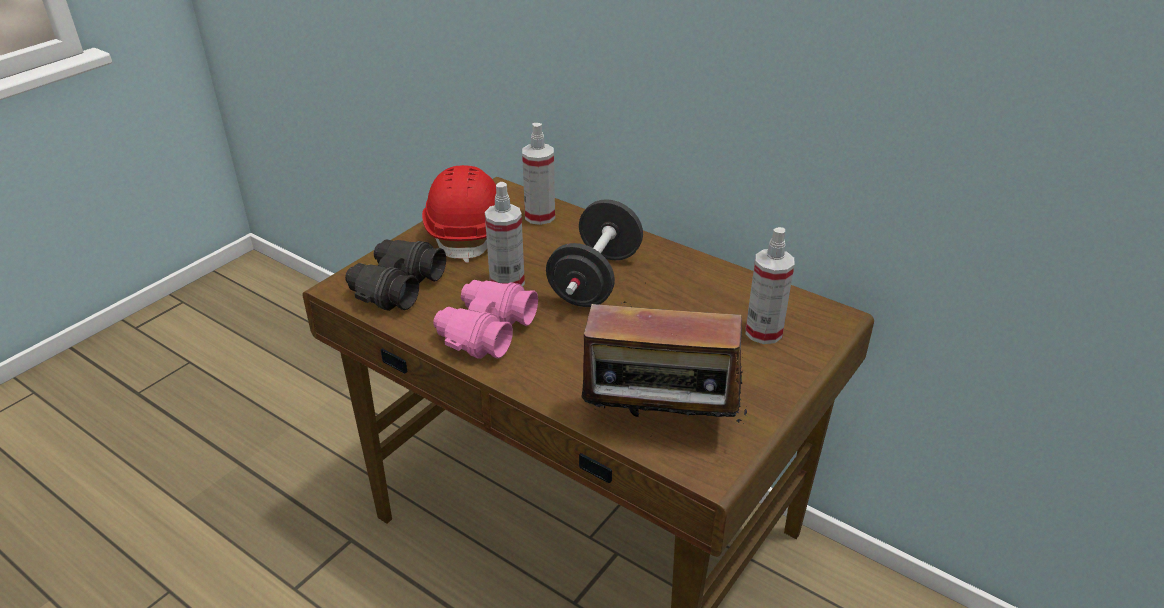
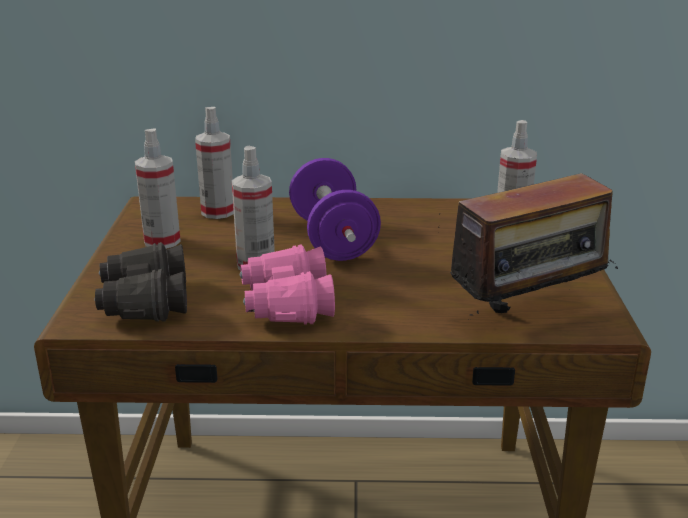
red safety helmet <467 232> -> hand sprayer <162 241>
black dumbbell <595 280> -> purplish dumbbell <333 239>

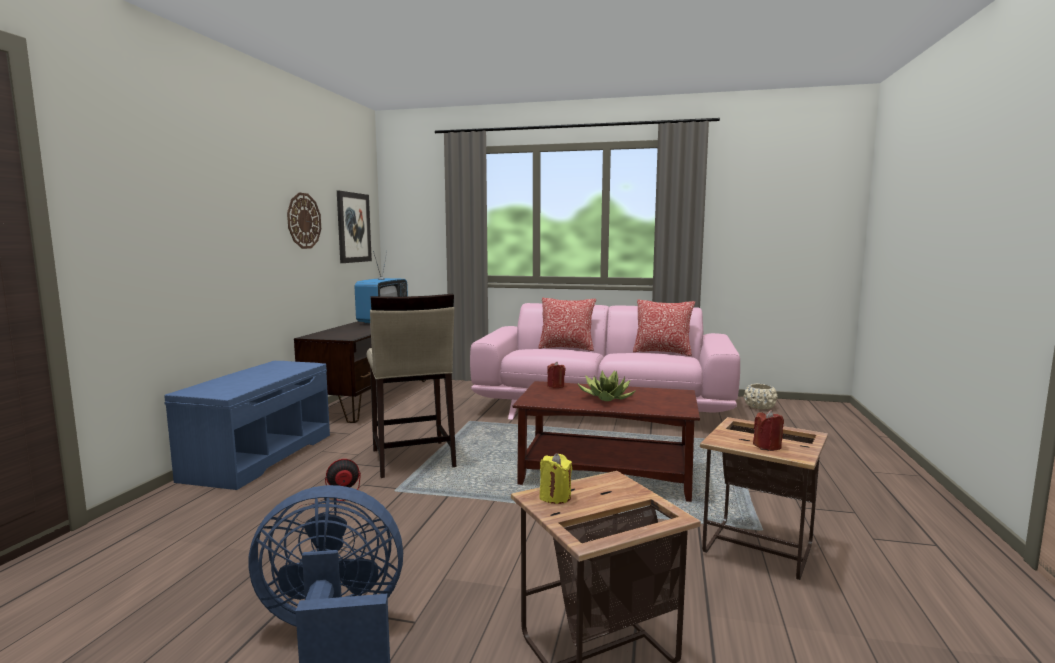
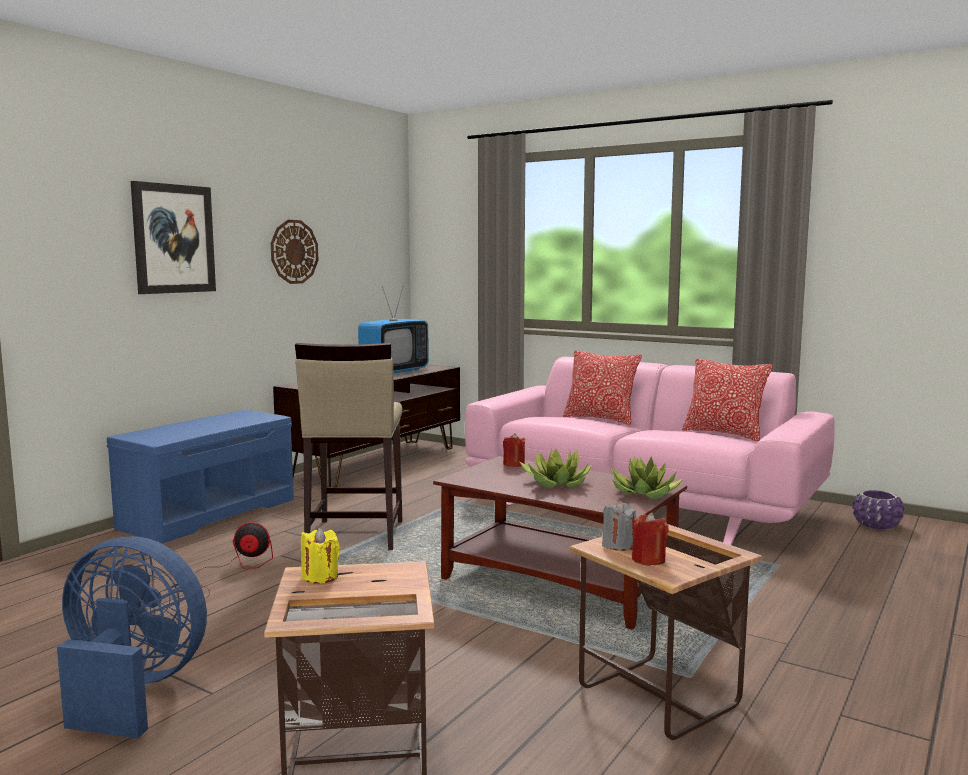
wall art <353 227> -> wall art <173 239>, moved
beige planter <759 407> -> purplish planter <876 525>
none -> houseplant <644 494>
none -> greyish candle <618 545>

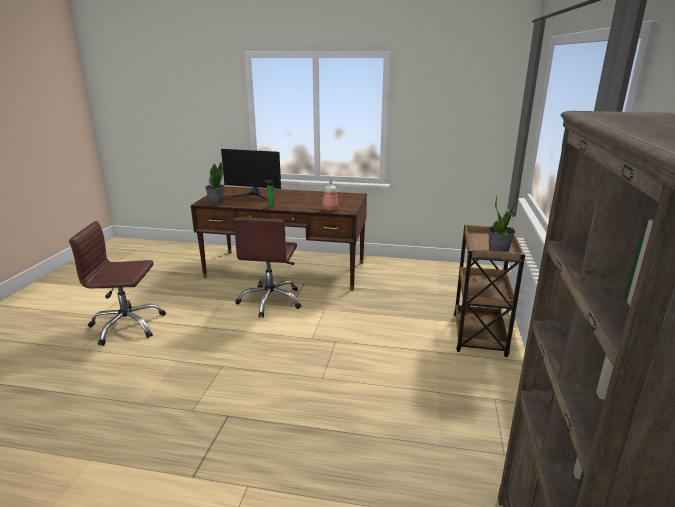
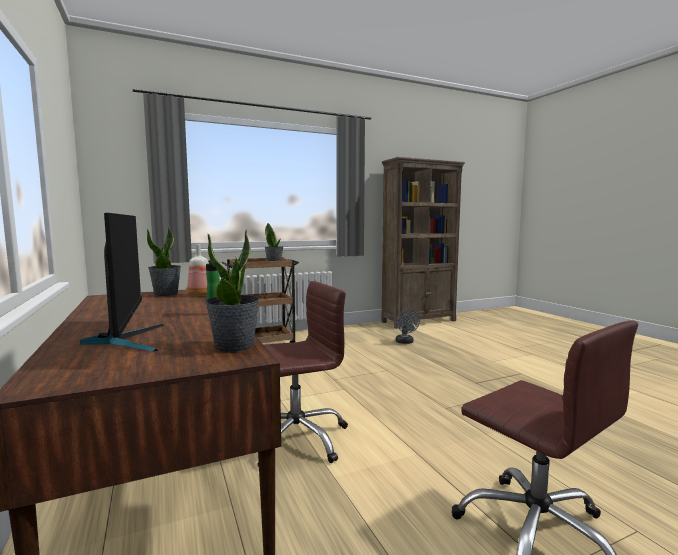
none -> houseplant <166 294>
none -> greyish fan <405 342>

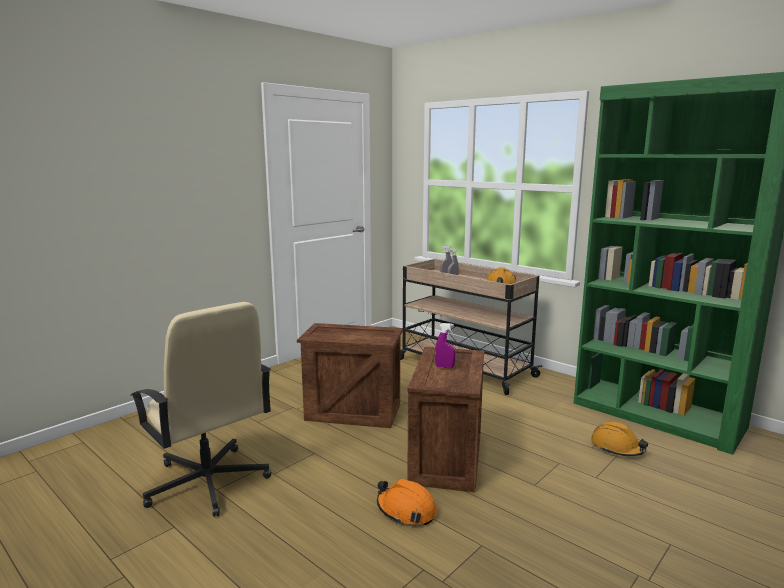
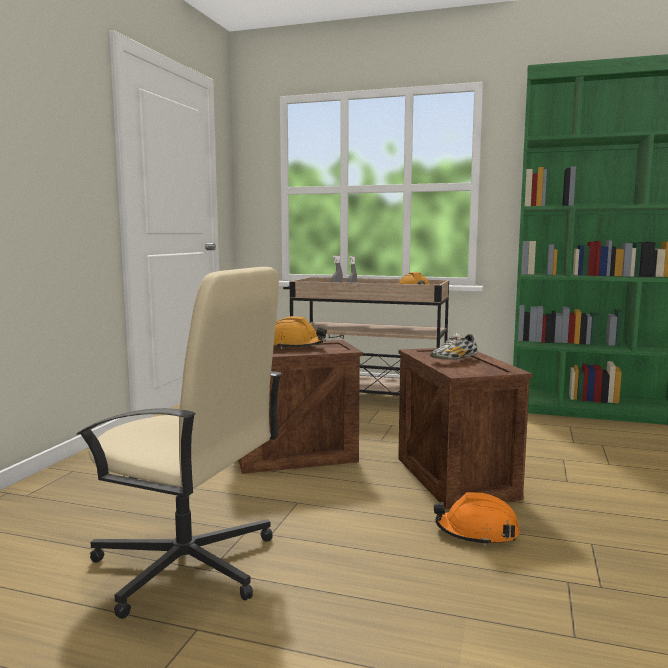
purplish hand sprayer <444 367> -> low shoe <454 360>
orangey safety helmet <617 448> -> orangey safety helmet <295 347>, moved

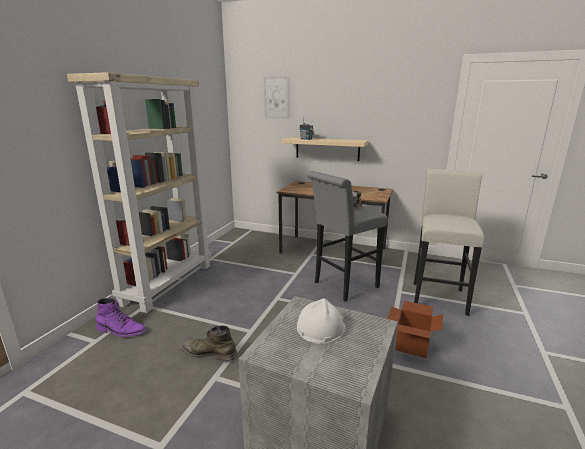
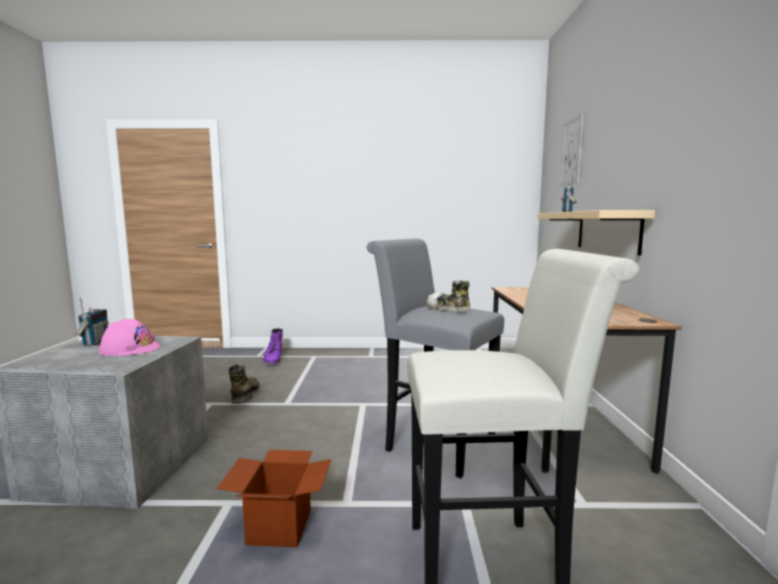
beige bookshelf <168 283> -> none
whitish safety helmet <320 327> -> pinkish safety helmet <130 348>
none -> radio set <95 342>

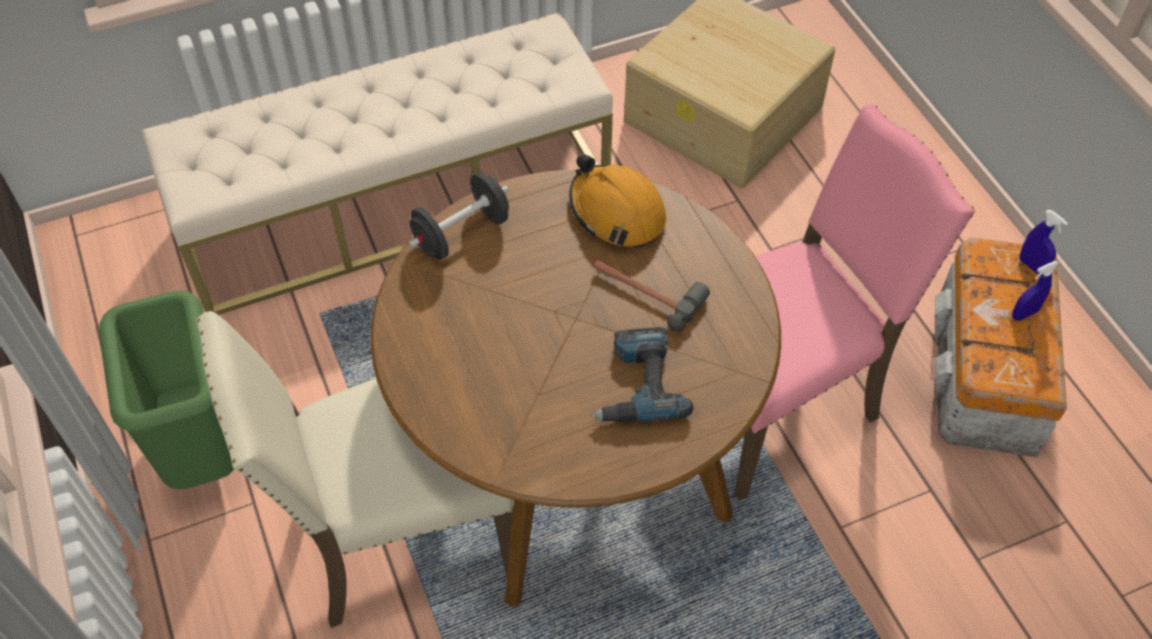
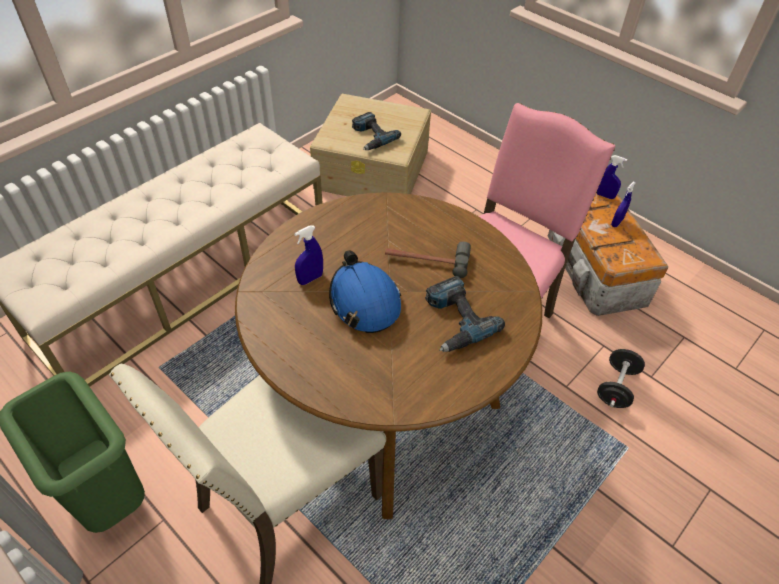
orangey safety helmet <617 212> -> none
black dumbbell <461 234> -> black dumbbell <616 387>, moved
none -> drill <371 136>
none -> blue hand sprayer <310 279>
none -> blue safety helmet <364 301>

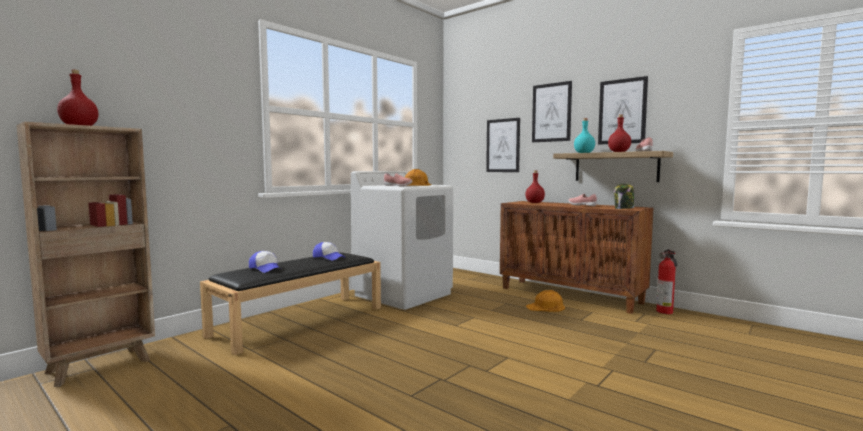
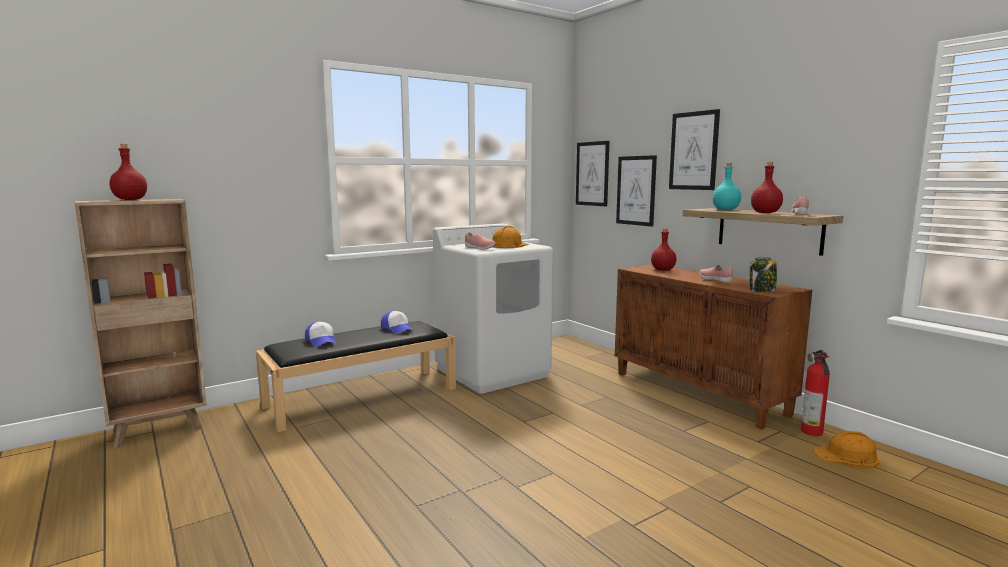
wall art <622 111> -> wall art <592 173>, moved
orangey safety helmet <546 307> -> orangey safety helmet <847 456>, moved

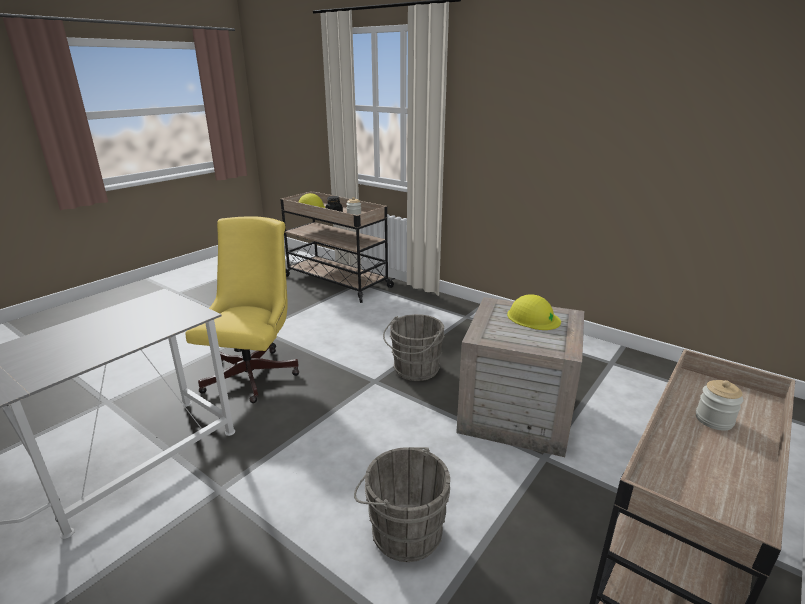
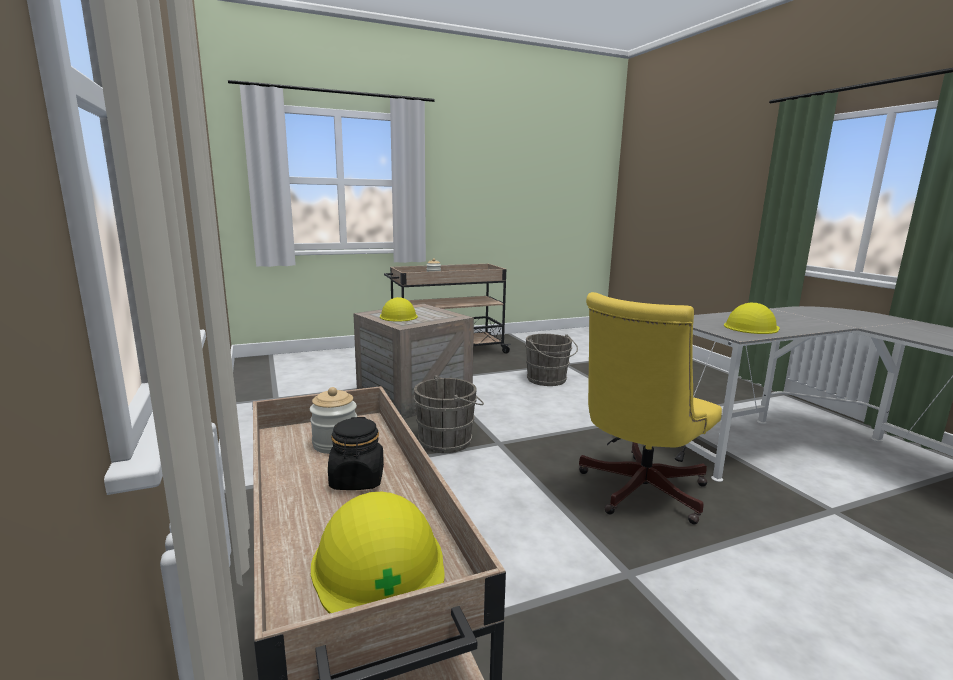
none -> yellowish safety helmet <751 327>

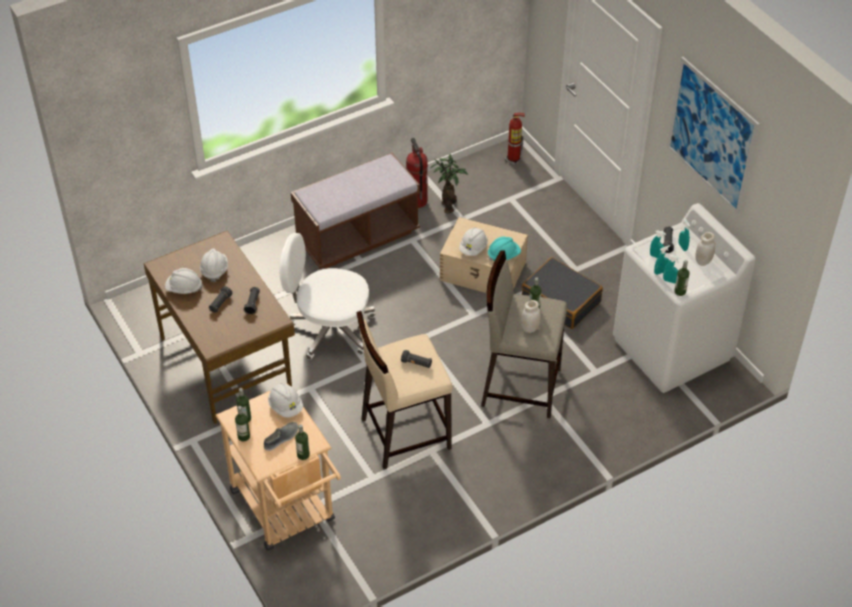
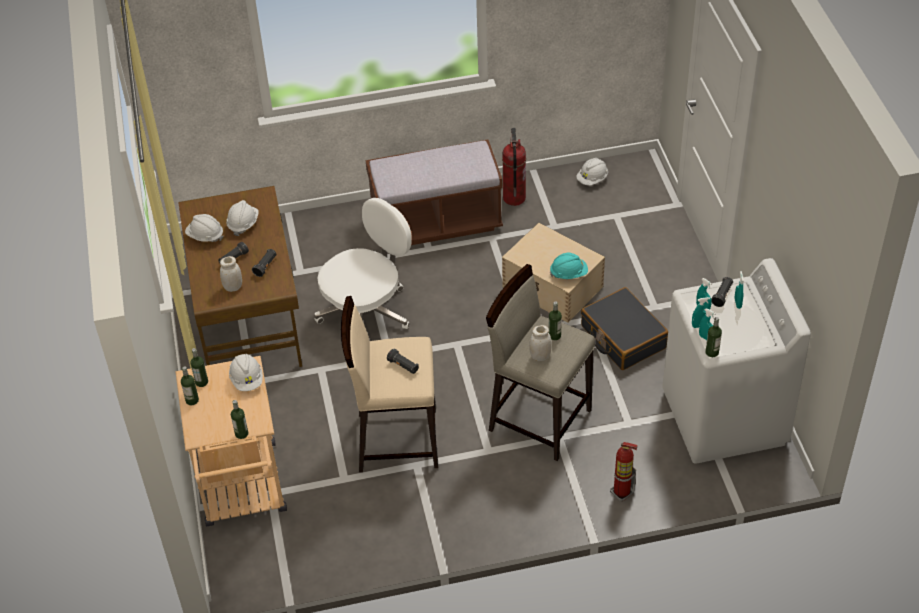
wall art <711 135> -> none
fire extinguisher <513 159> -> fire extinguisher <622 492>, moved
houseplant <448 205> -> none
whitish safety helmet <473 248> -> whitish safety helmet <592 179>, moved
whitish storage jar <703 261> -> whitish storage jar <233 287>, moved
whitish office chair <329 329> -> whitish office chair <367 312>, 105 degrees clockwise
greyish low shoe <281 438> -> none

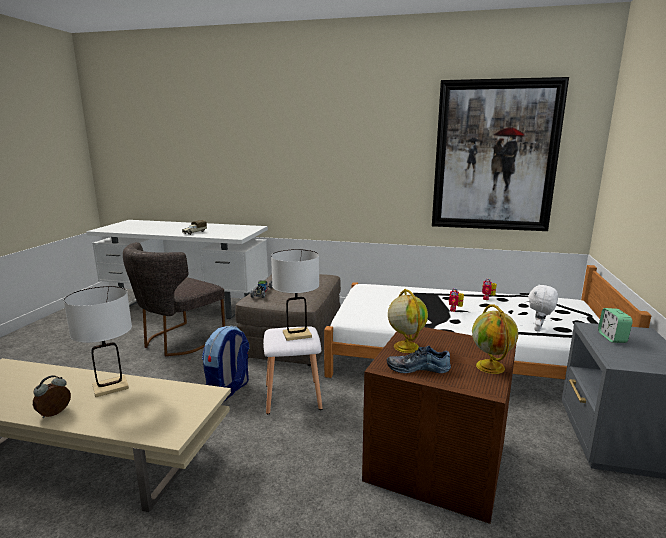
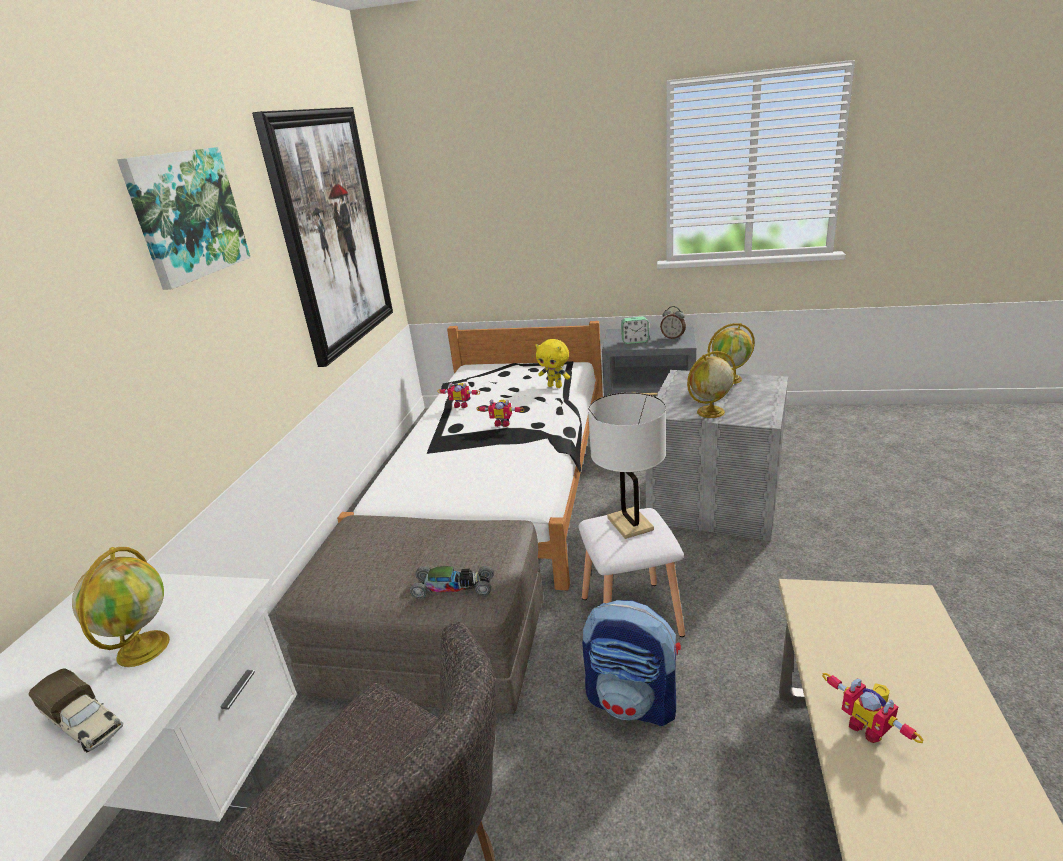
whitish cuddly toy <539 329> -> yellowish cuddly toy <555 386>
whitish lamp for a table <110 387> -> toy robot <868 727>
brown storage box <438 462> -> greyish storage box <717 498>
low shoe <417 367> -> none
bedside clock <55 414> -> bedside clock <673 337>, moved
none -> wall art <187 215>
none -> desk globe <144 647>

